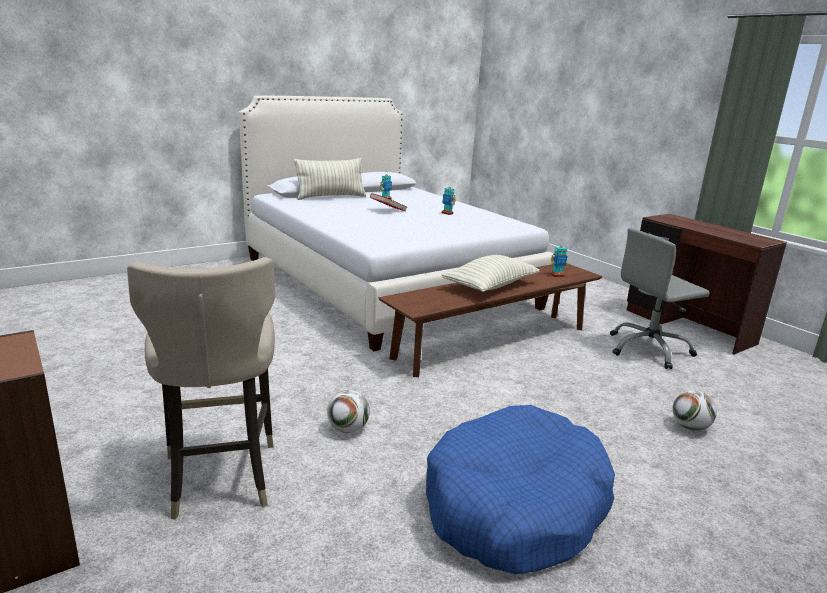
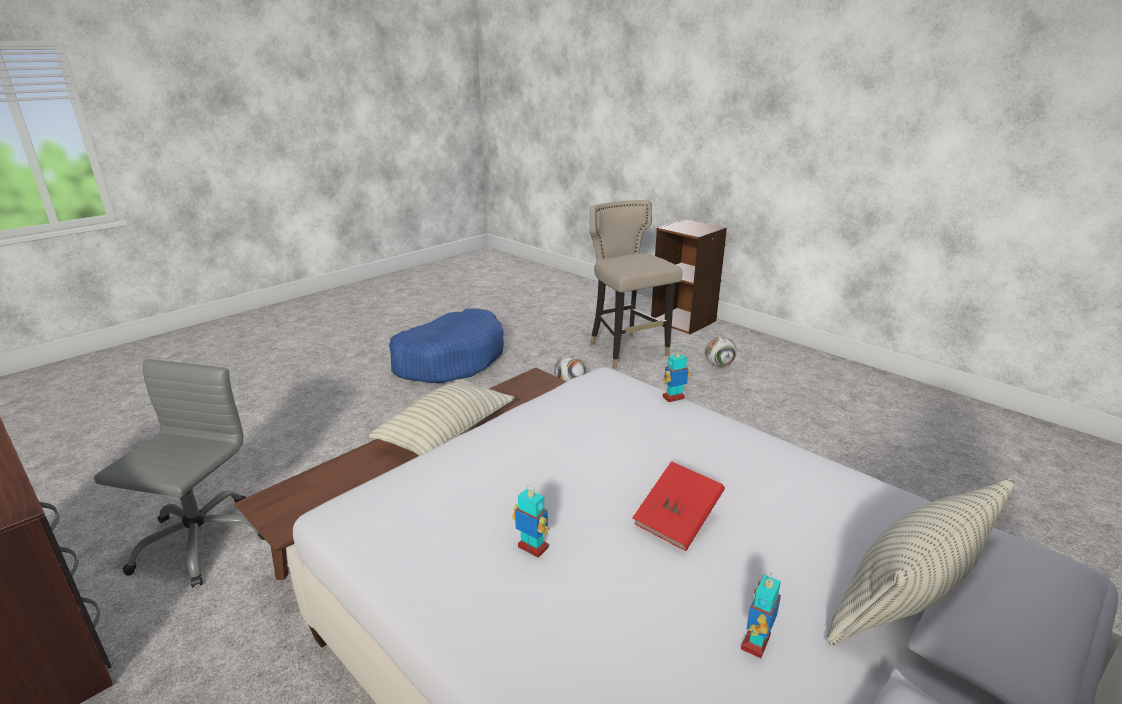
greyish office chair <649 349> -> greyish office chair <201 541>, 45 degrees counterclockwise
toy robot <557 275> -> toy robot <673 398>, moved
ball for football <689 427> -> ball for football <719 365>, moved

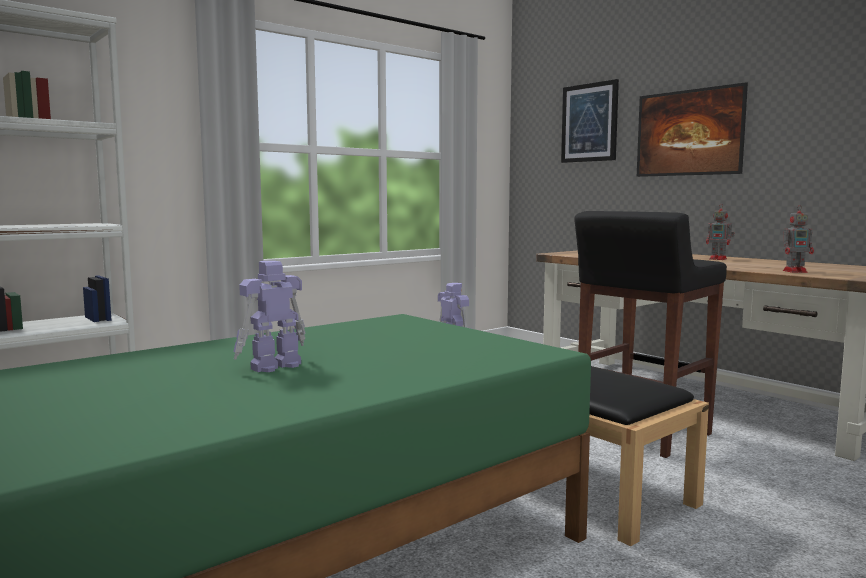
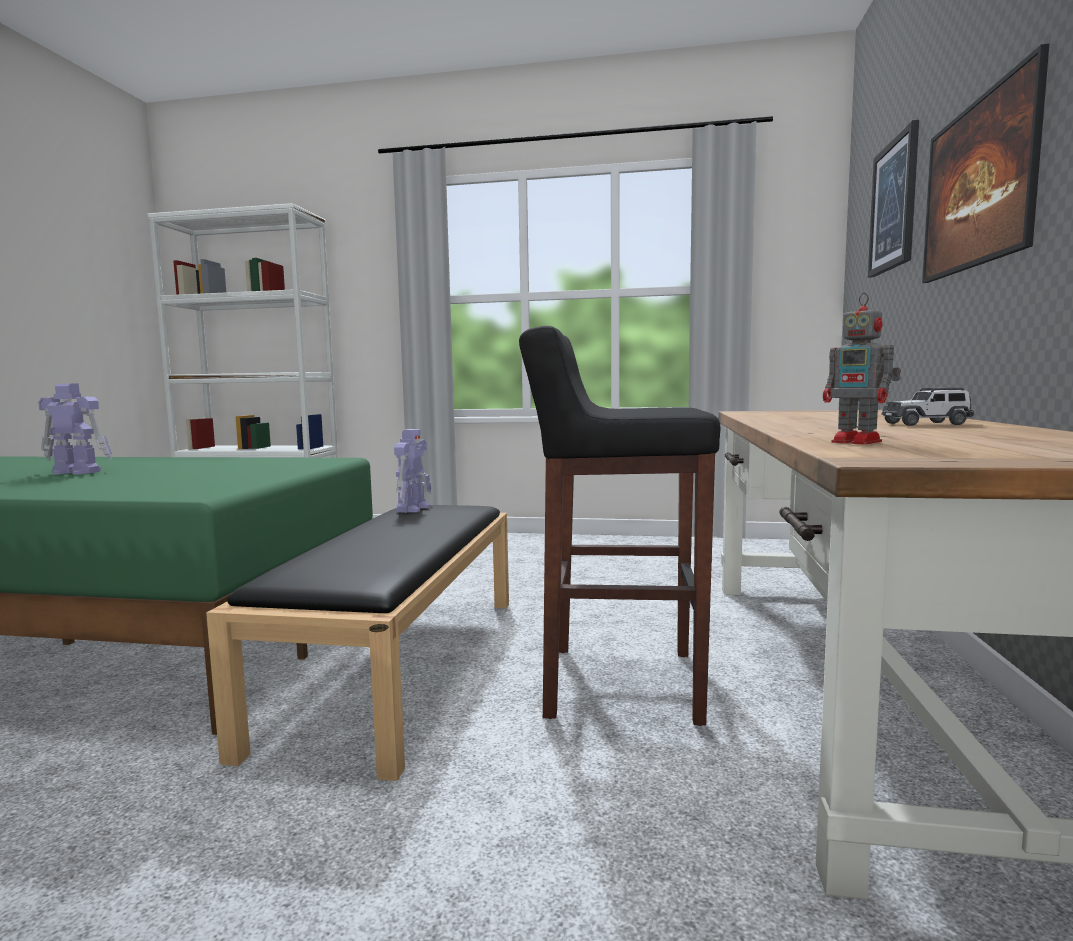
toy robot <719 259> -> model car <926 424>

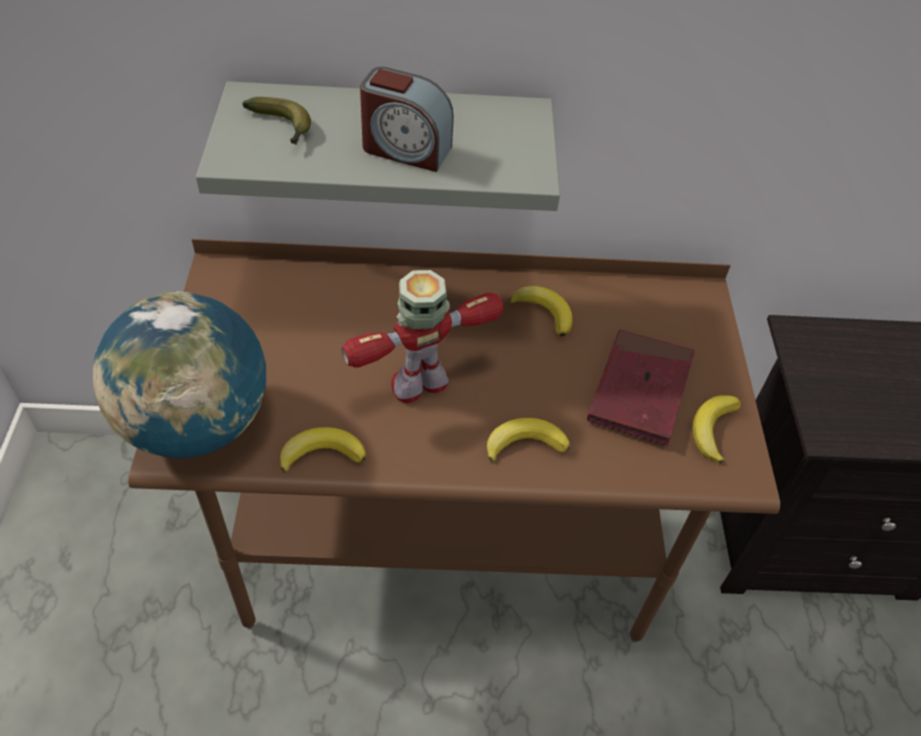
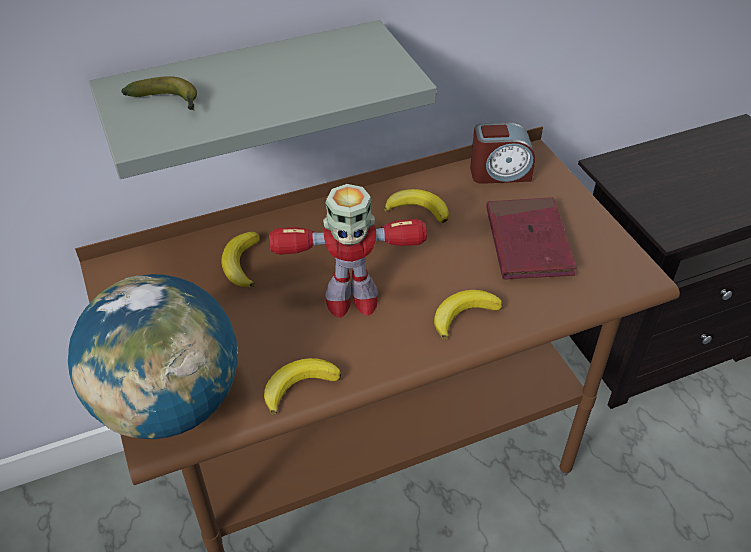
bedside clock <405 149> -> bedside clock <500 173>, moved
toy robot <420 384> -> toy robot <350 300>, 135 degrees counterclockwise
banana fruit <713 429> -> banana fruit <241 263>, moved

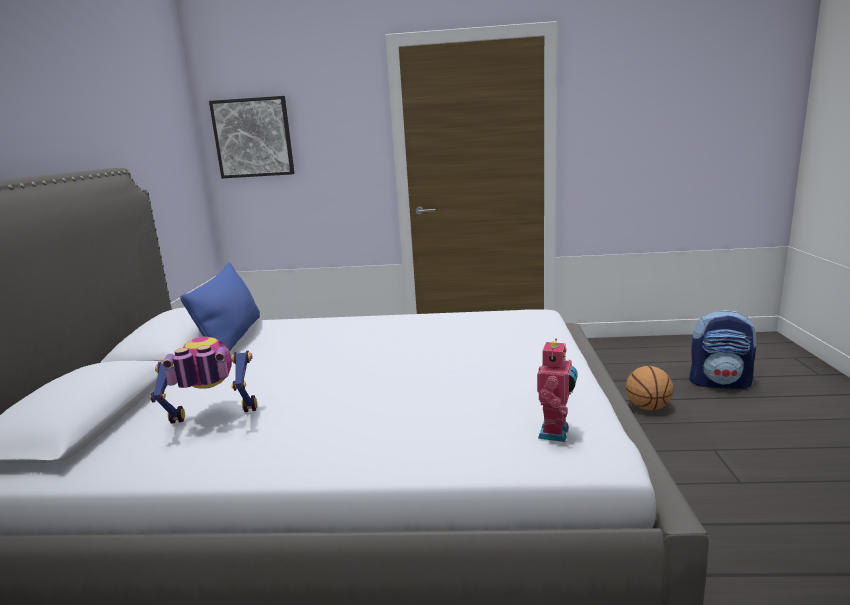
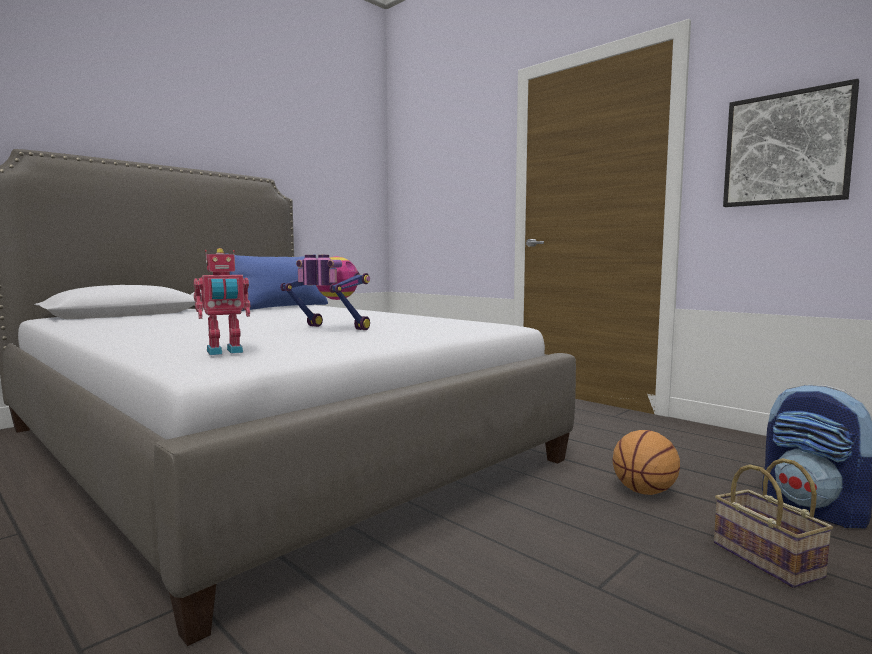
wall art <253 138> -> wall art <786 149>, moved
toy robot <212 421> -> toy robot <331 329>, moved
none -> basket <763 559>

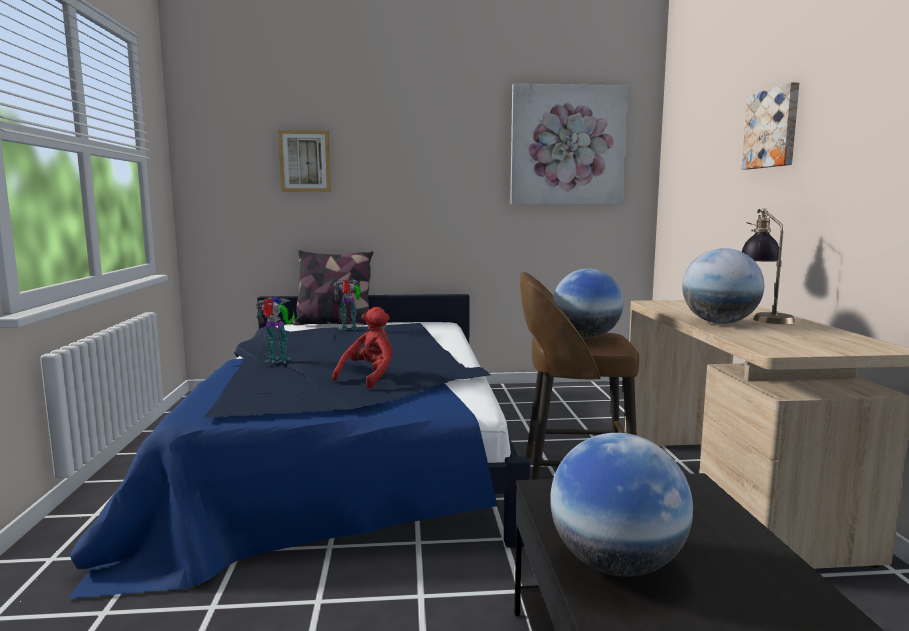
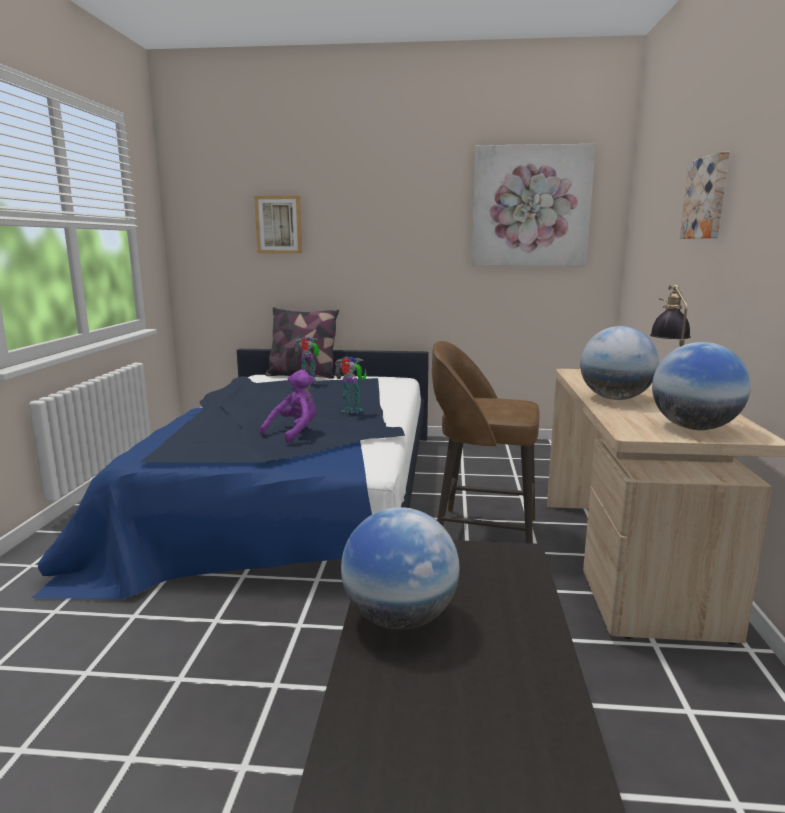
desk globe <586 337> -> desk globe <694 428>, moved
toy robot <278 361> -> toy robot <352 411>, moved
red cuddly toy <369 377> -> purplish cuddly toy <294 432>

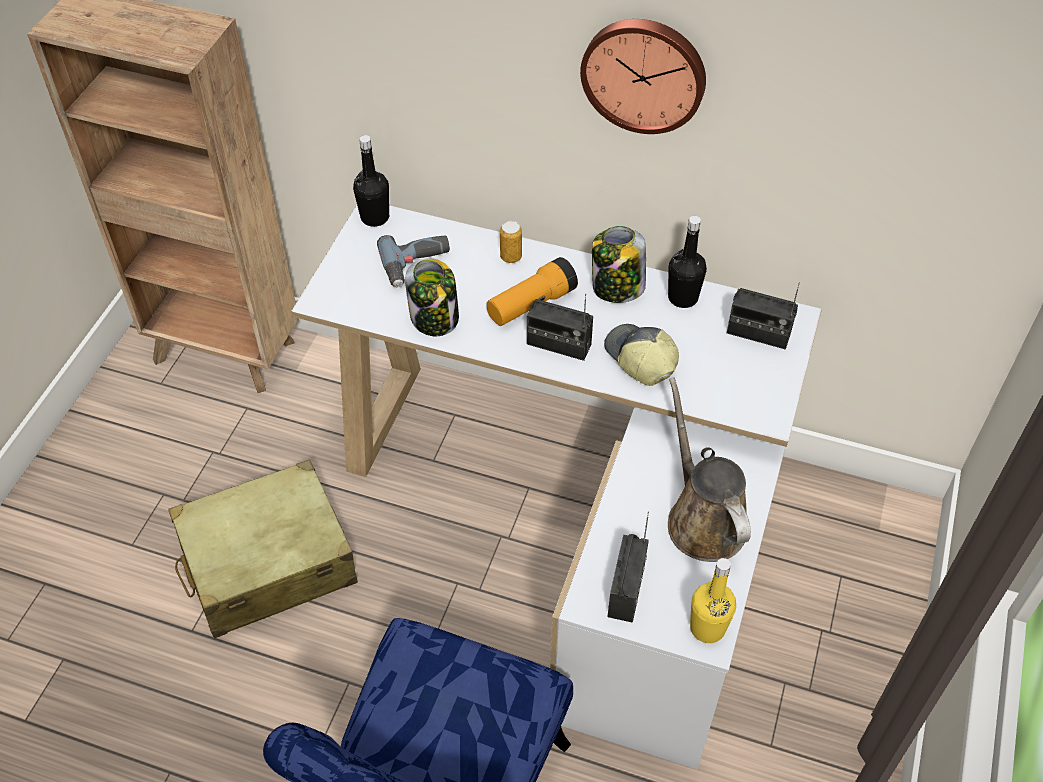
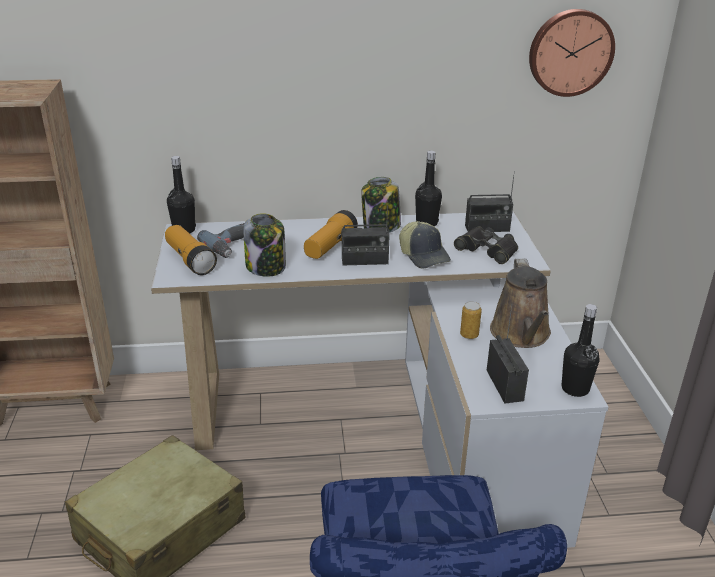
wall clock <644 73> -> wall clock <570 52>, moved
sealed can <511 257> -> sealed can <469 335>, moved
peaked cap <639 359> -> peaked cap <424 255>, 150 degrees counterclockwise
brown watering pot <702 519> -> brown watering pot <521 335>, 135 degrees counterclockwise
yellowish bottle <707 628> -> black bottle <575 388>
none -> hand torch <190 260>
none -> black pair of binoculars <487 250>

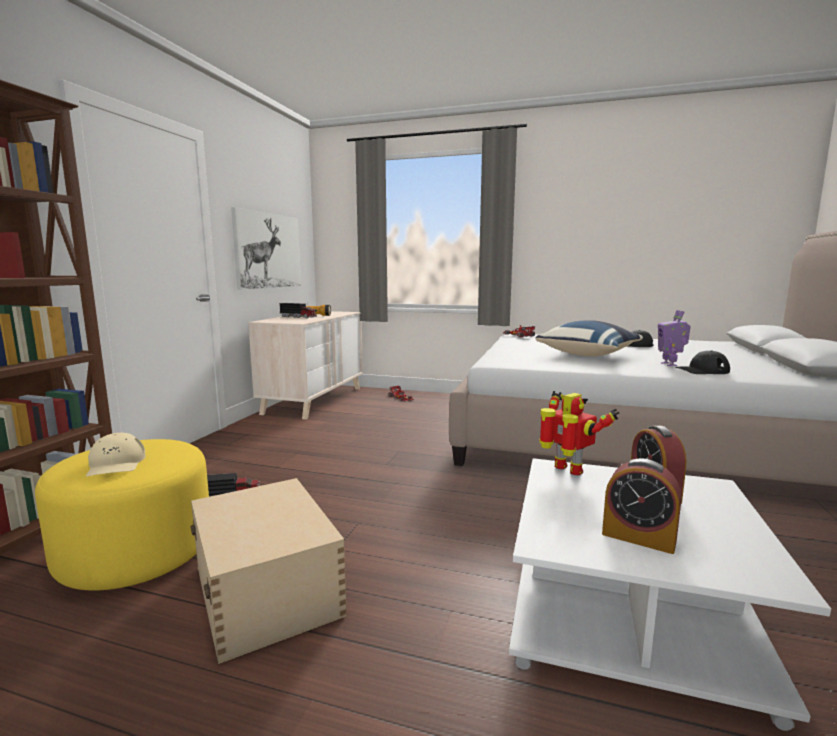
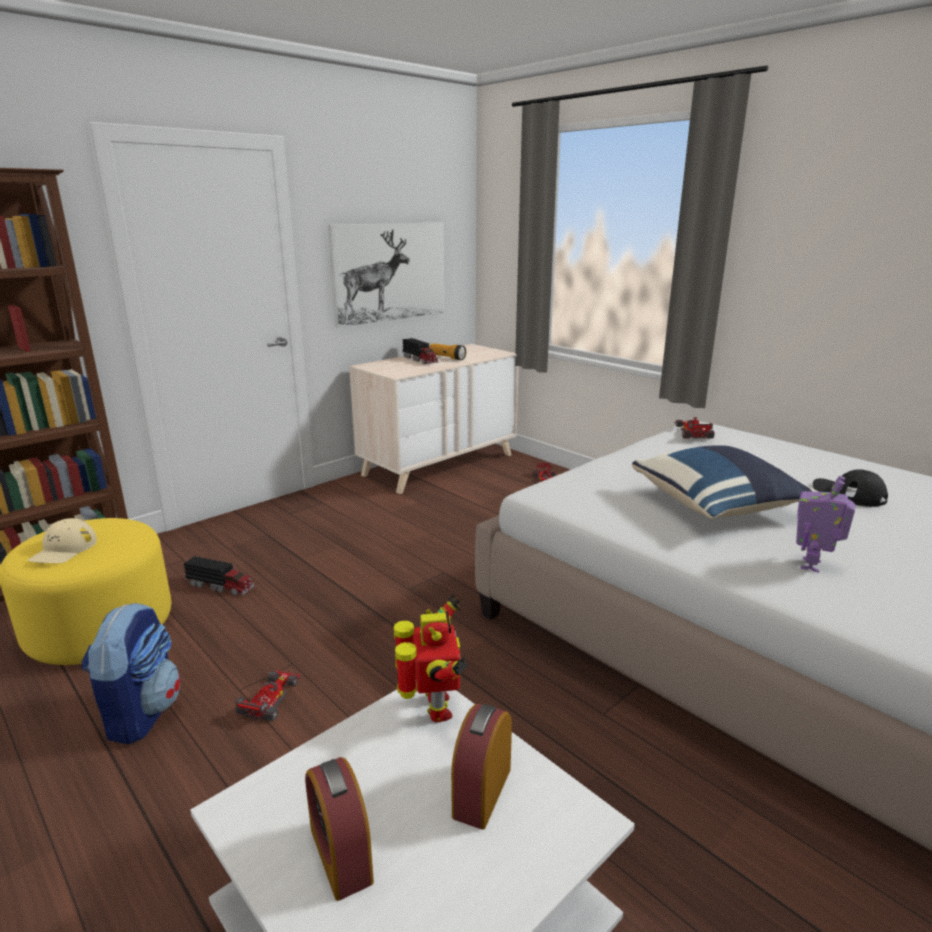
black peaked cap <702 371> -> none
beige storage box <267 589> -> knapsack <141 713>
none -> model car <270 697>

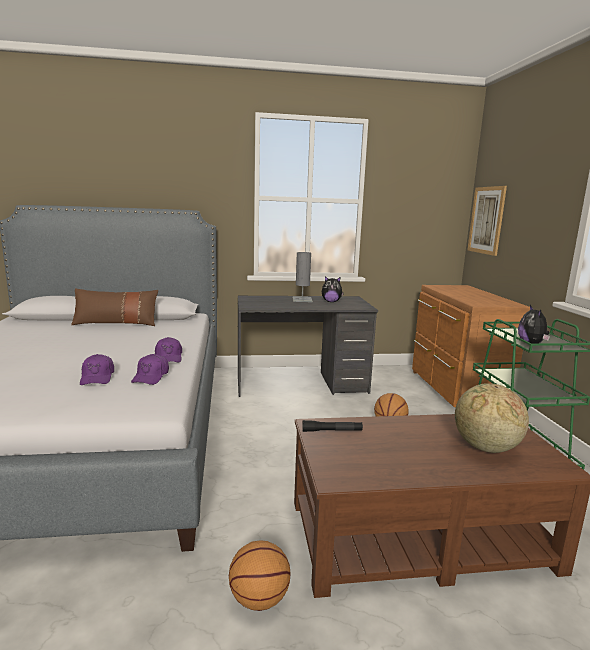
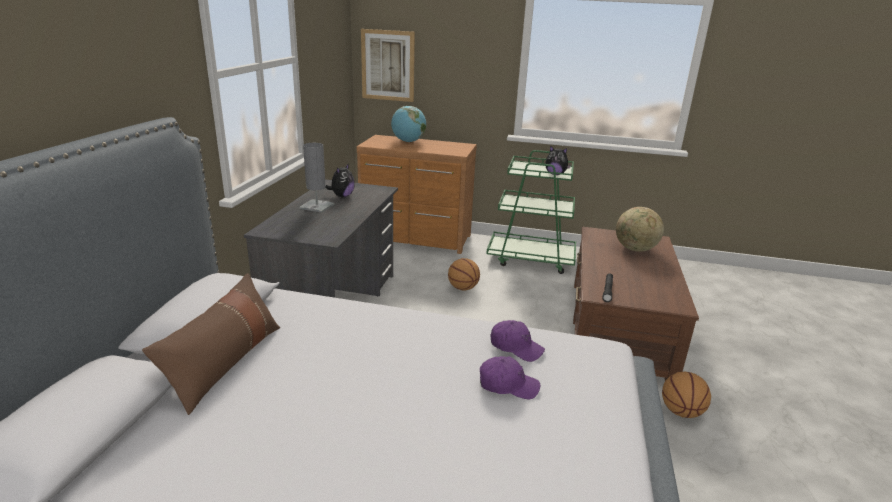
purplish peaked cap <169 357> -> none
none -> desk globe <408 141>

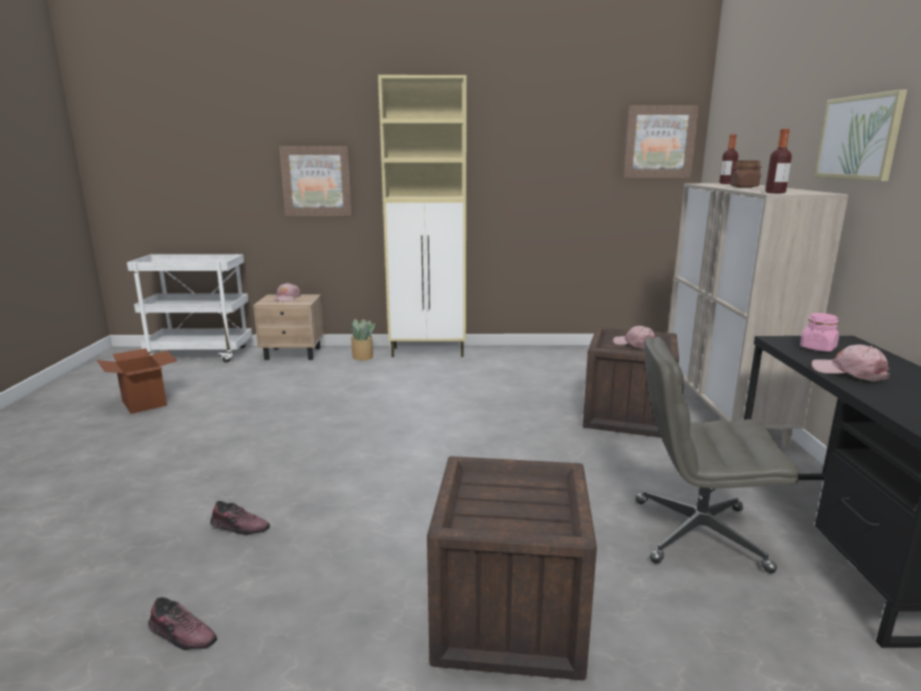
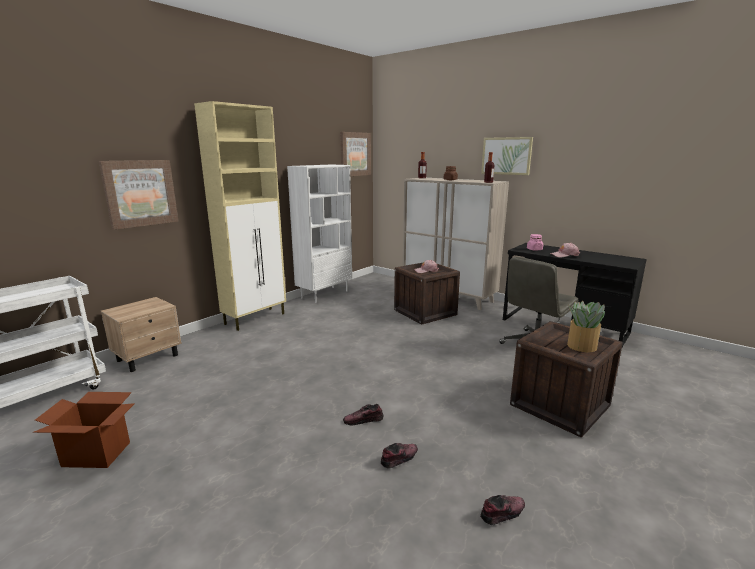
pinkish peaked cap <286 298> -> none
houseplant <362 356> -> houseplant <581 346>, moved
none -> whitish bookshelf <324 294>
none -> low shoe <363 420>

